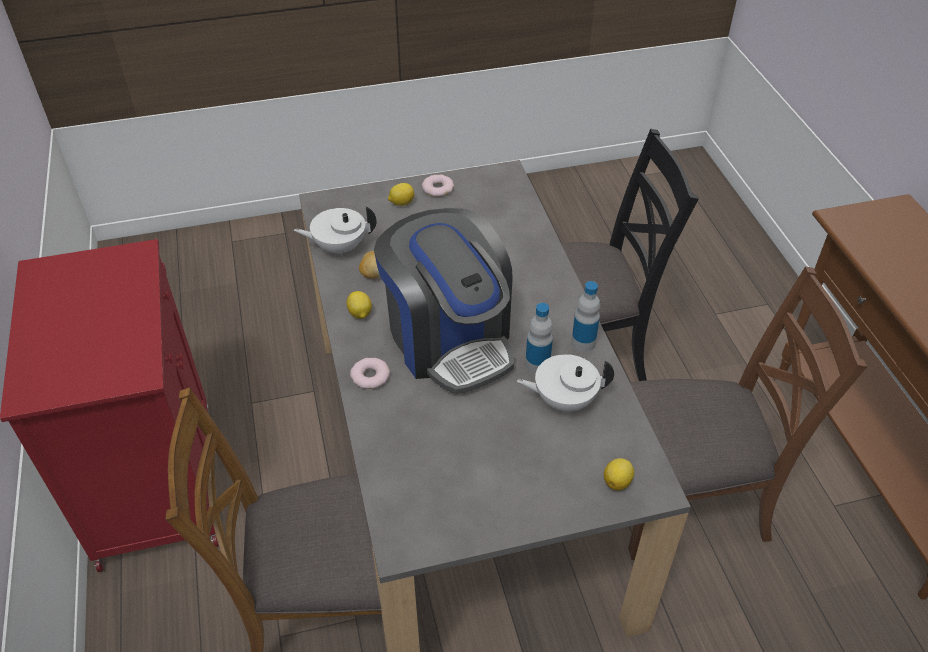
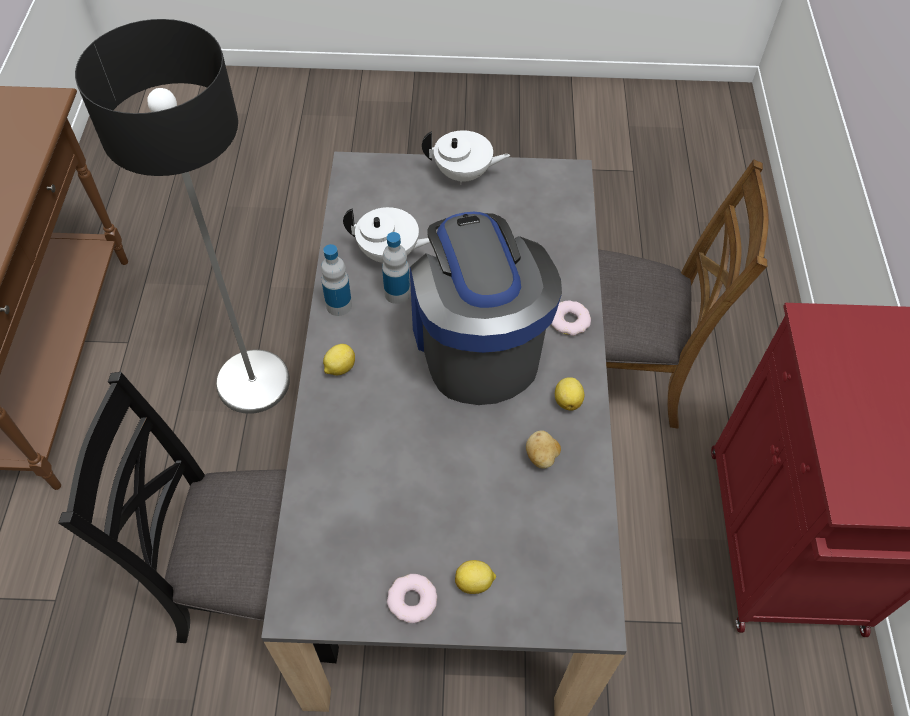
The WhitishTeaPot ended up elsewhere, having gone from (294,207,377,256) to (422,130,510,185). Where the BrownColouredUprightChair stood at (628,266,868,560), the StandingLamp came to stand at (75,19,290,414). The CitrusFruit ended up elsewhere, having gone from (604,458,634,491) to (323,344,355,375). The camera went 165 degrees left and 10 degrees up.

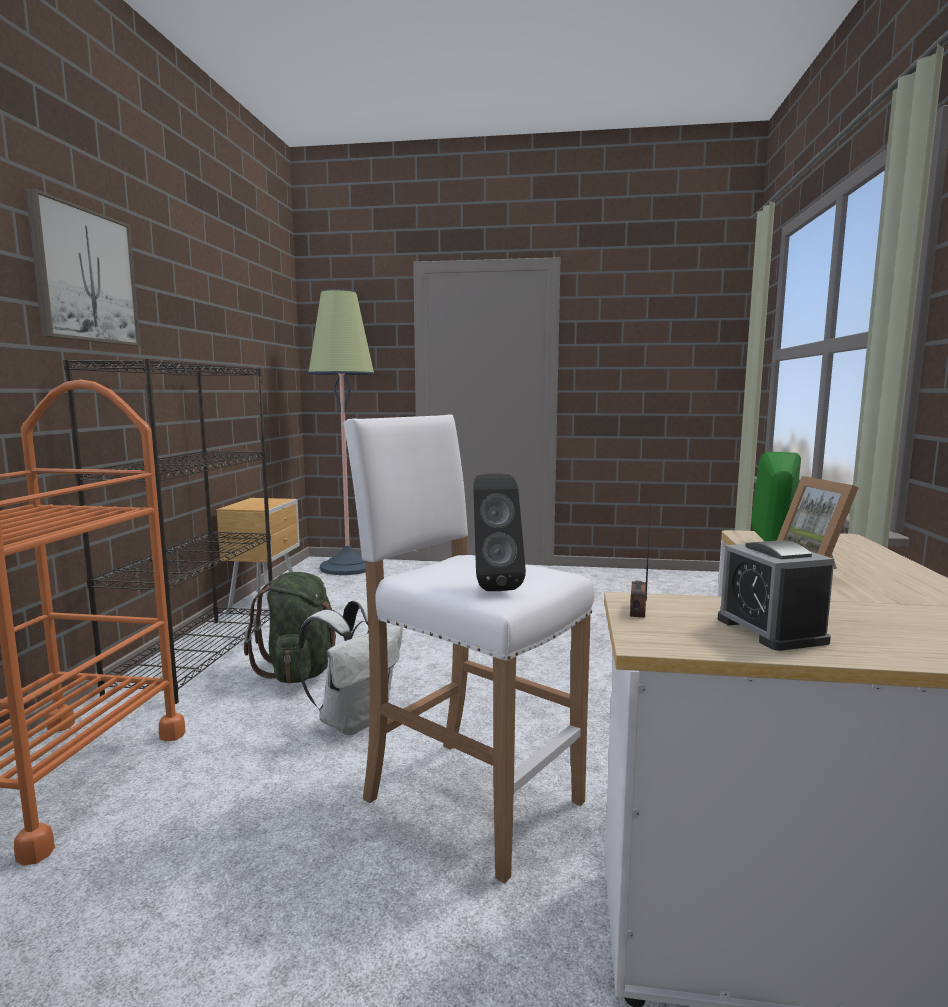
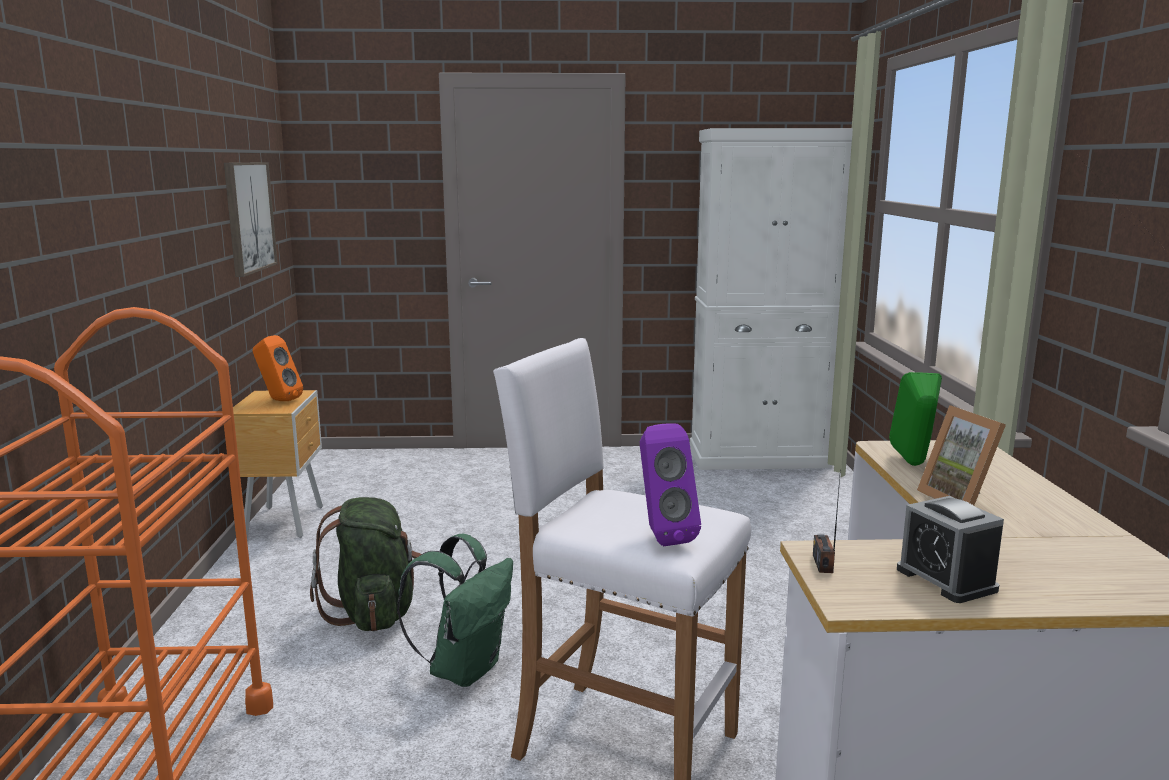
The WallArt ended up elsewhere, having gone from (26,189,141,346) to (224,162,278,277). The second view lost the StandingLamp at (308,289,374,575). The second view lost the BlackishBookshelf at (63,359,273,704). What was the BlackishSpeaker at (473,474,526,591) turned into the PurpleColouredSpeaker at (640,423,701,546). What was the WhitishRucksack at (298,599,403,735) turned into the GreenishRucksack at (397,534,513,687). The second view gained the WhitishCabinet at (690,128,853,470). The second view gained the OrangeySpeaker at (253,335,303,401). The camera went 10 degrees left and 5 degrees up.

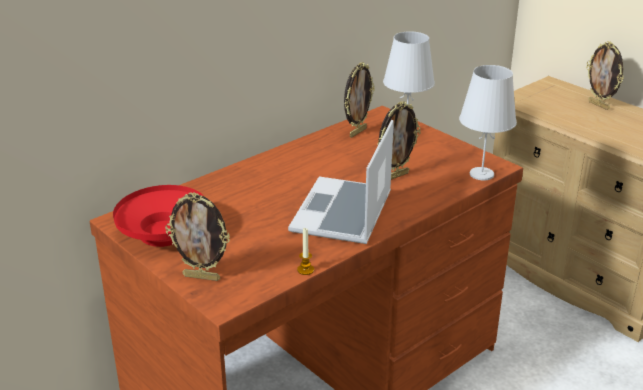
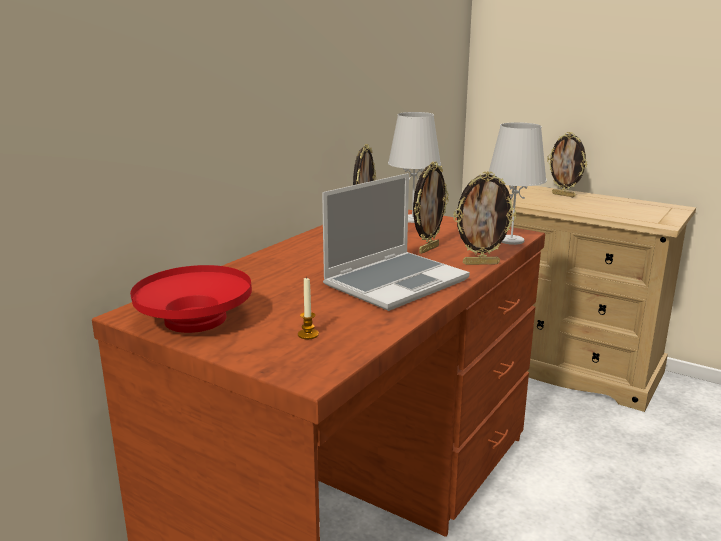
The Laptop at (288,120,394,244) ended up facing another way, 135 degrees counterclockwise from before. The PictureFrame ended up elsewhere, having gone from (165,192,230,281) to (453,171,516,265). The WaxLight ended up elsewhere, having gone from (297,227,314,275) to (298,276,319,339). The camera went 15 degrees left and 10 degrees down.

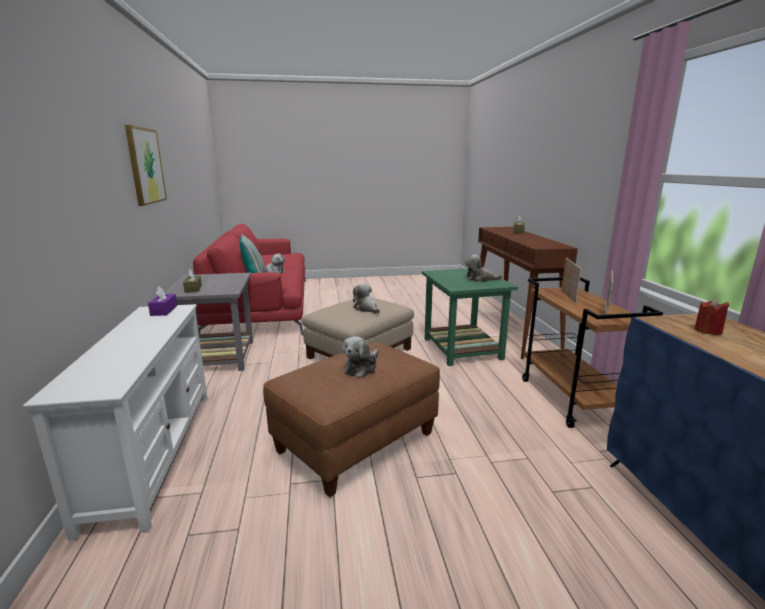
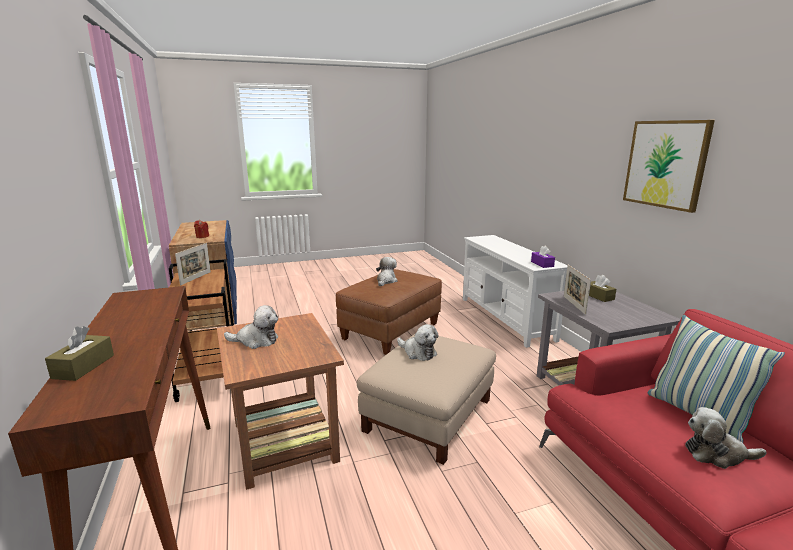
The PictureFrame ended up elsewhere, having gone from (562,258,582,303) to (564,265,591,315). What was the GreenishAccentTable at (422,268,518,366) turned into the BrownColouredAccentTable at (217,313,344,490). The camera went 170 degrees right and 0 degrees up.

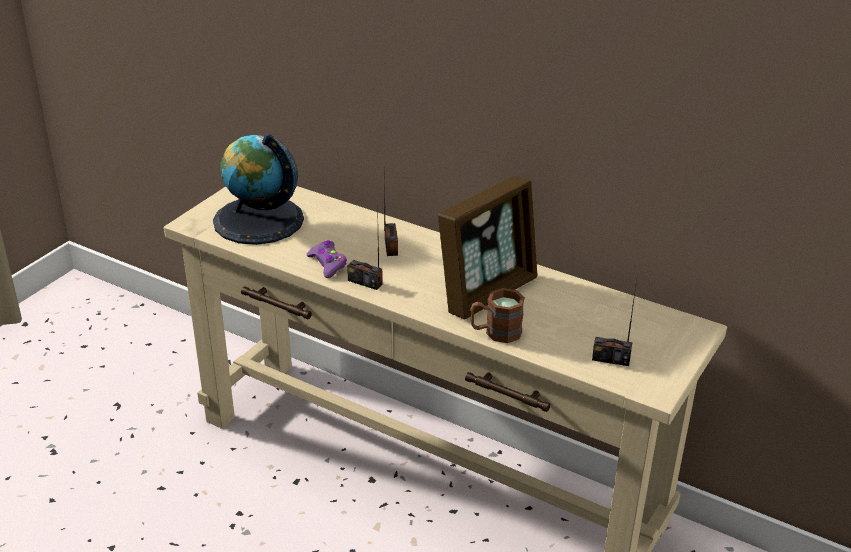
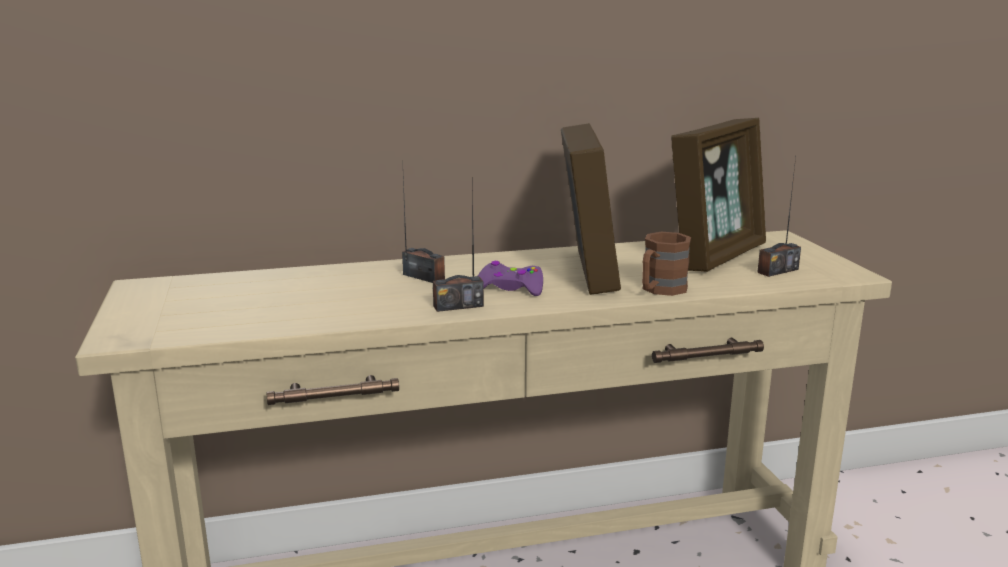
The second view lost the WorldGlobe at (213,133,304,245). The PurpleColouredJoypad ended up elsewhere, having gone from (307,240,347,278) to (478,261,543,296). The second view gained the PictureFrame at (671,118,766,272). The camera went 45 degrees left and 15 degrees down.

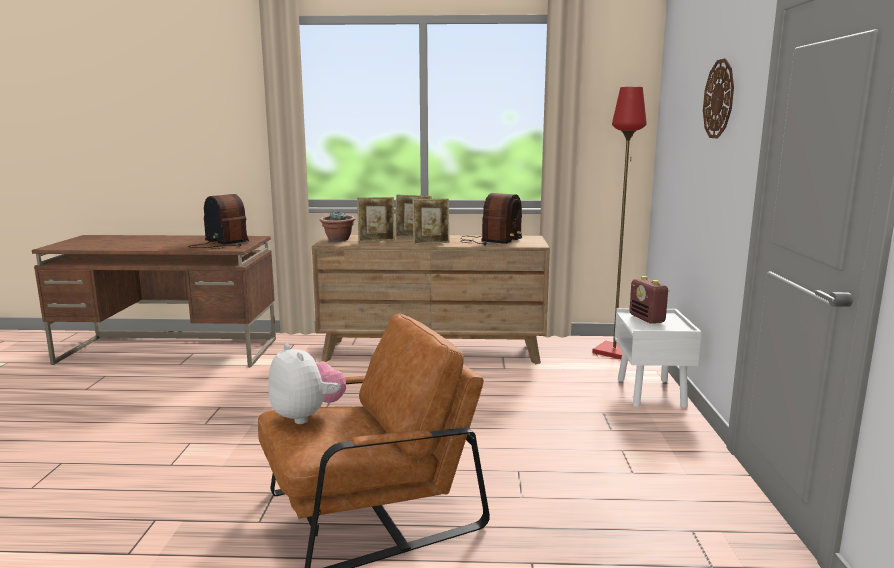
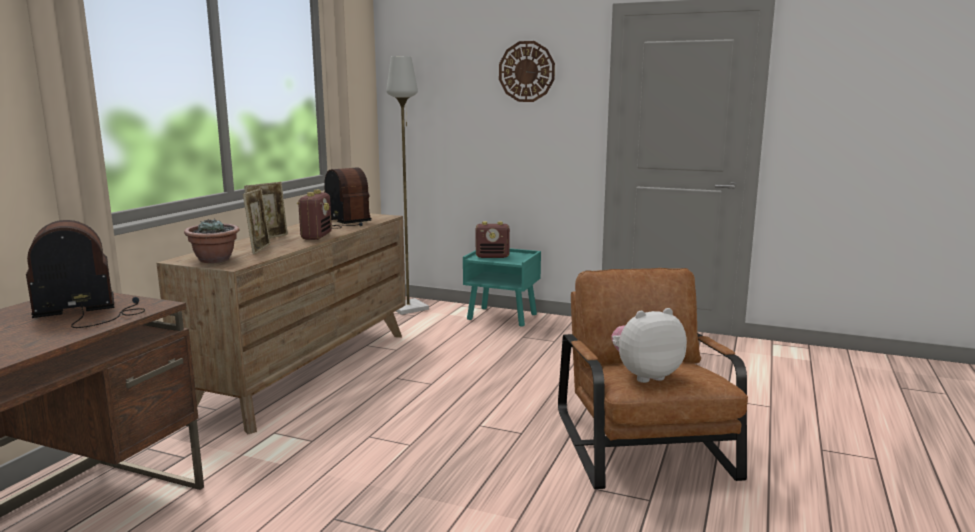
What was the ReddishStandingLamp at (592,87,646,359) turned into the GreyStandingLamp at (386,56,429,315). Where the PictureFrame stood at (413,199,449,245), the Radio came to stand at (297,190,332,240). What was the WhitishNightTable at (614,308,702,408) turned into the BlueGreenNightTable at (463,248,541,327). The camera went 70 degrees left and 0 degrees up.

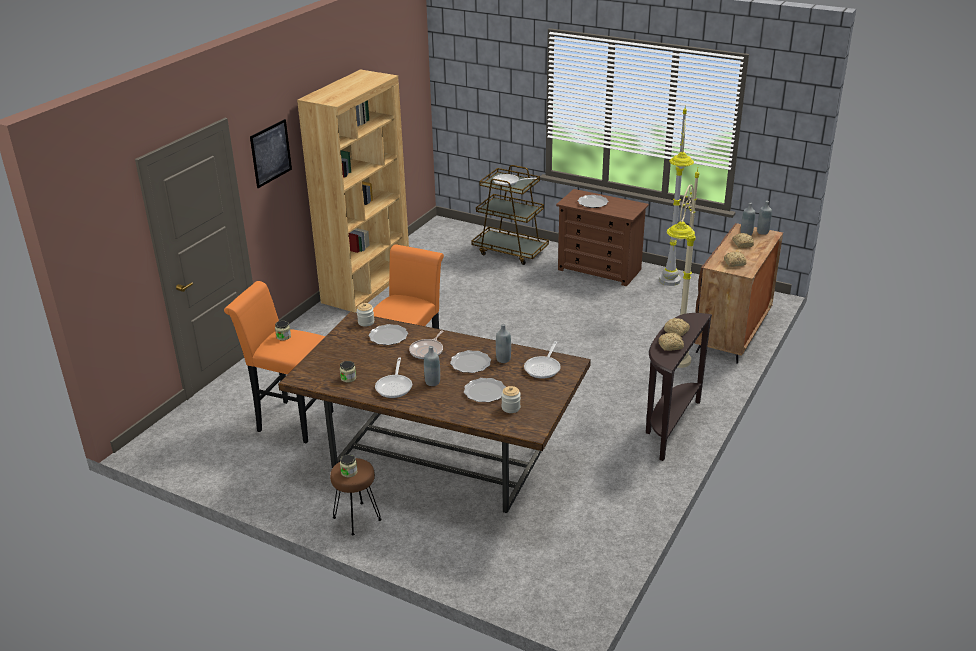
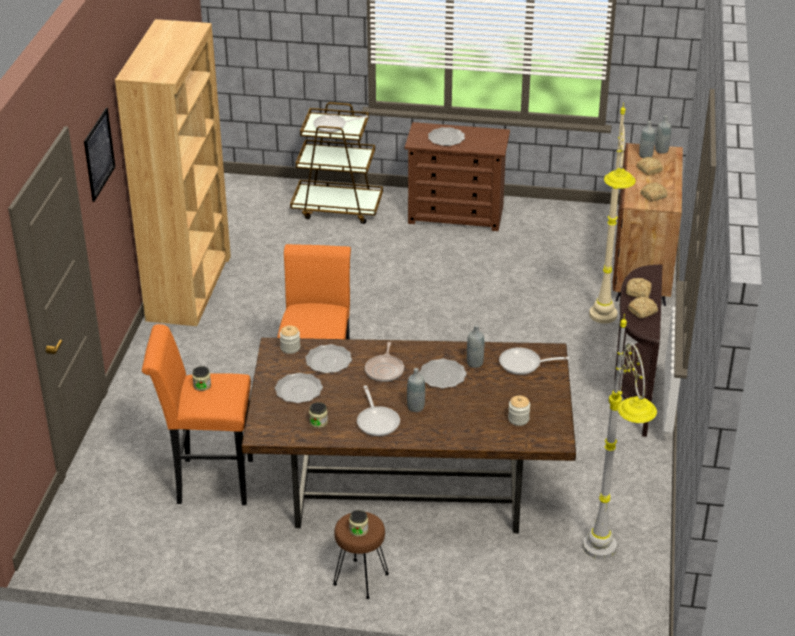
The GreyStandingLamp ended up elsewhere, having gone from (659,105,694,286) to (583,314,657,559). The Skillet at (524,341,561,379) ended up facing another way, 90 degrees clockwise from before. The Plate ended up elsewhere, having gone from (464,378,506,402) to (275,373,323,403). The camera went 20 degrees left and 5 degrees up.

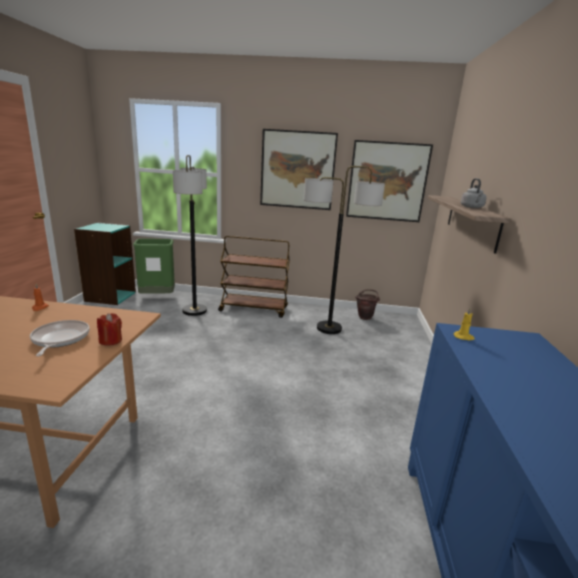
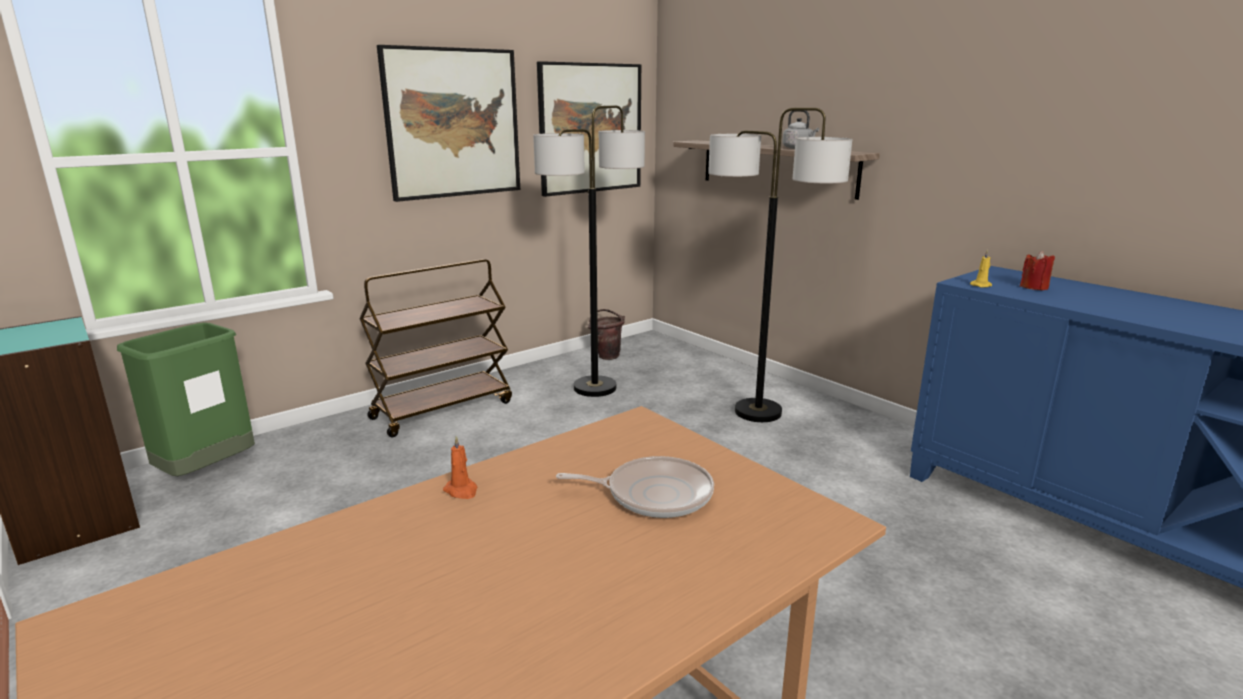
The StandingLamp ended up elsewhere, having gone from (173,155,207,316) to (708,108,852,422). The ReddishWaxLight ended up elsewhere, having gone from (97,313,122,346) to (1020,251,1055,290). The Skillet at (30,320,90,356) ended up facing another way, 150 degrees clockwise from before. The camera went 45 degrees left and 0 degrees up.

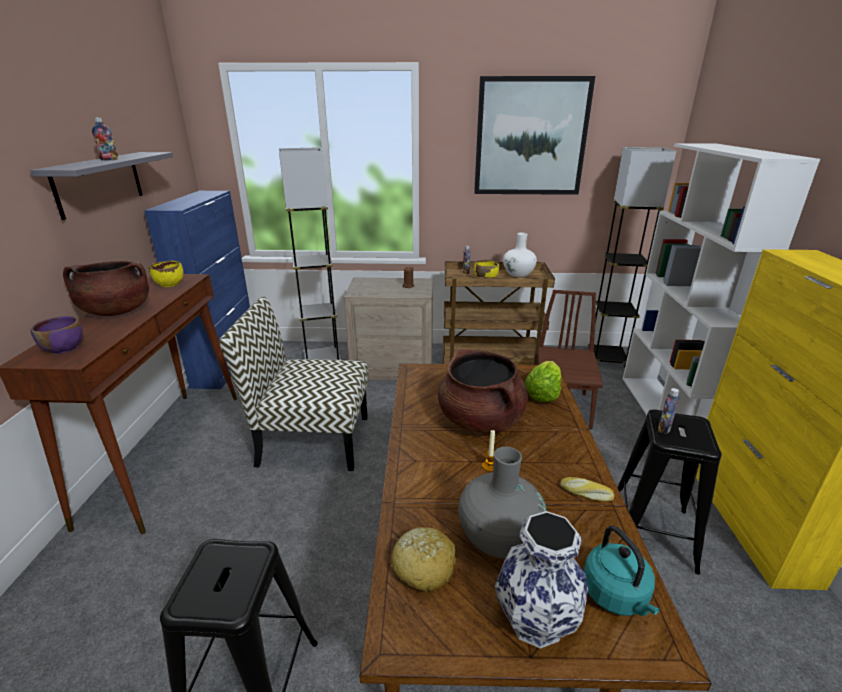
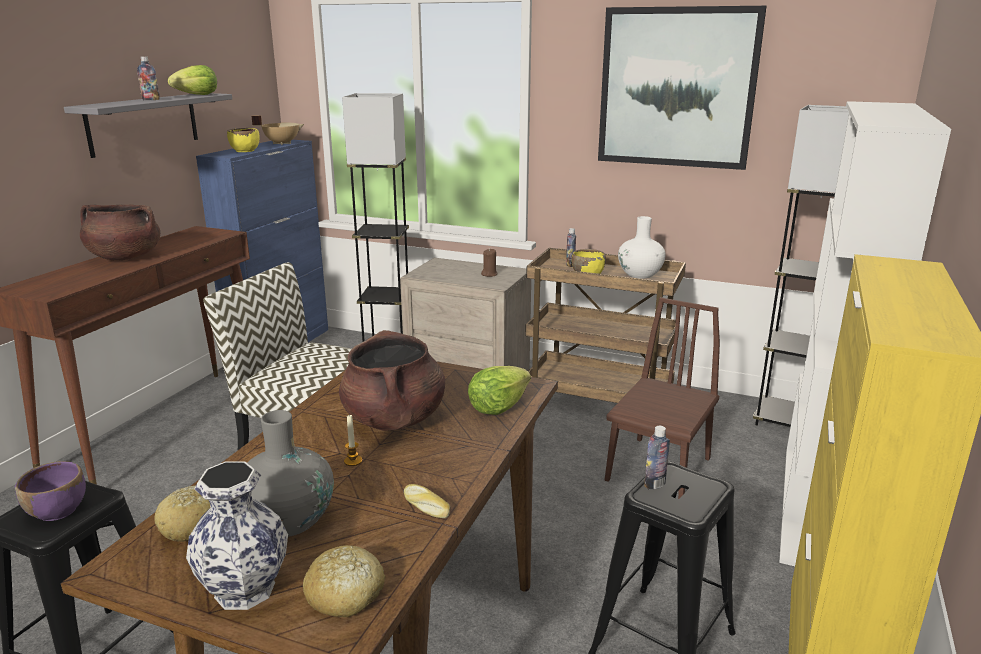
The YellowColouredDeepDish ended up elsewhere, having gone from (149,261,183,287) to (227,128,260,152). The PurpleColouredDeepDish ended up elsewhere, having gone from (31,316,83,354) to (15,461,86,521). Where the BlueGreenKettle stood at (584,526,660,616), the Bread came to stand at (303,545,385,618). The second view gained the HeadOfLettuce at (168,65,217,95). The second view gained the SandColouredSaucepot at (251,115,304,145). The camera went 20 degrees right and 5 degrees down.

